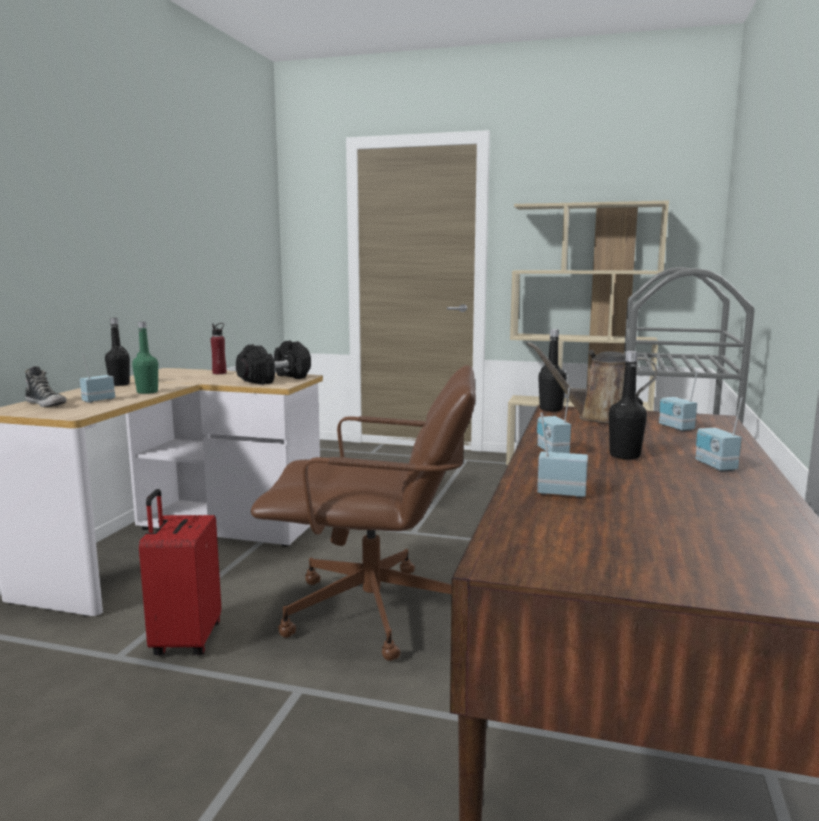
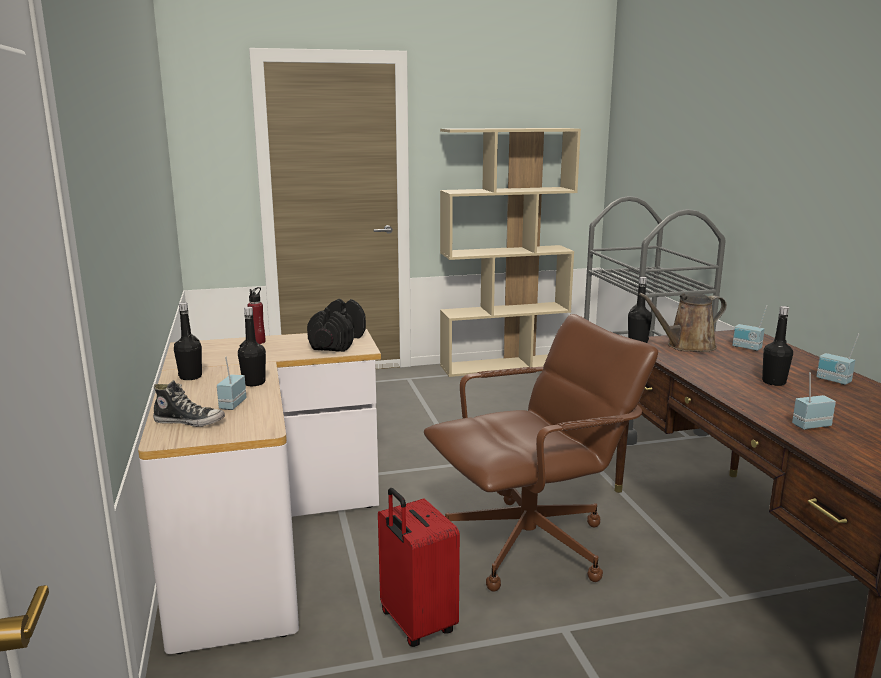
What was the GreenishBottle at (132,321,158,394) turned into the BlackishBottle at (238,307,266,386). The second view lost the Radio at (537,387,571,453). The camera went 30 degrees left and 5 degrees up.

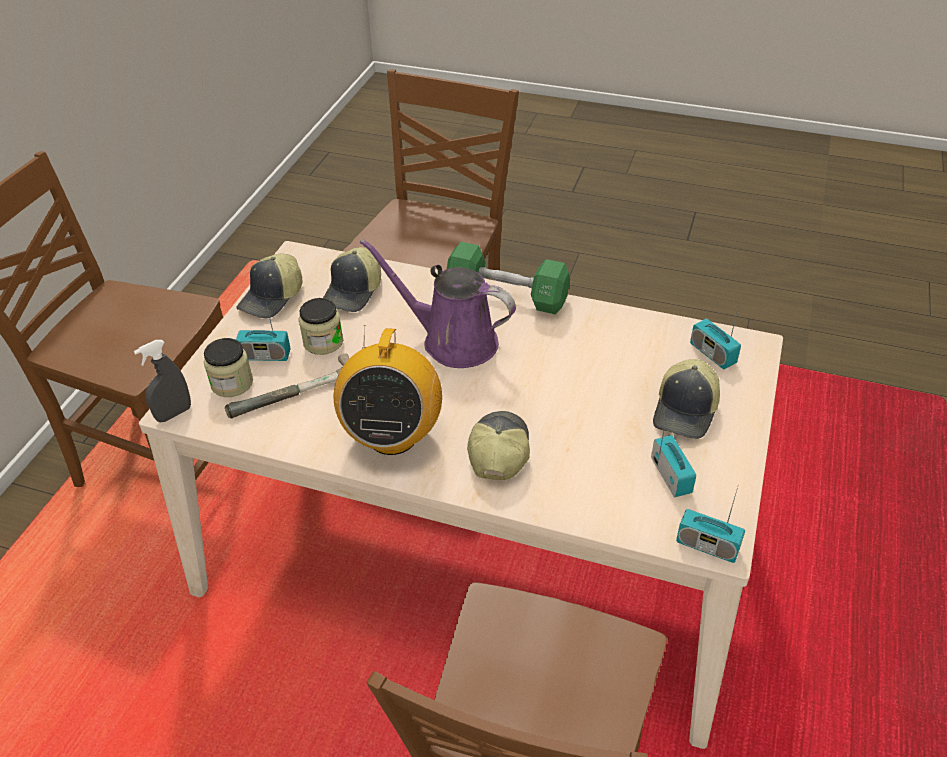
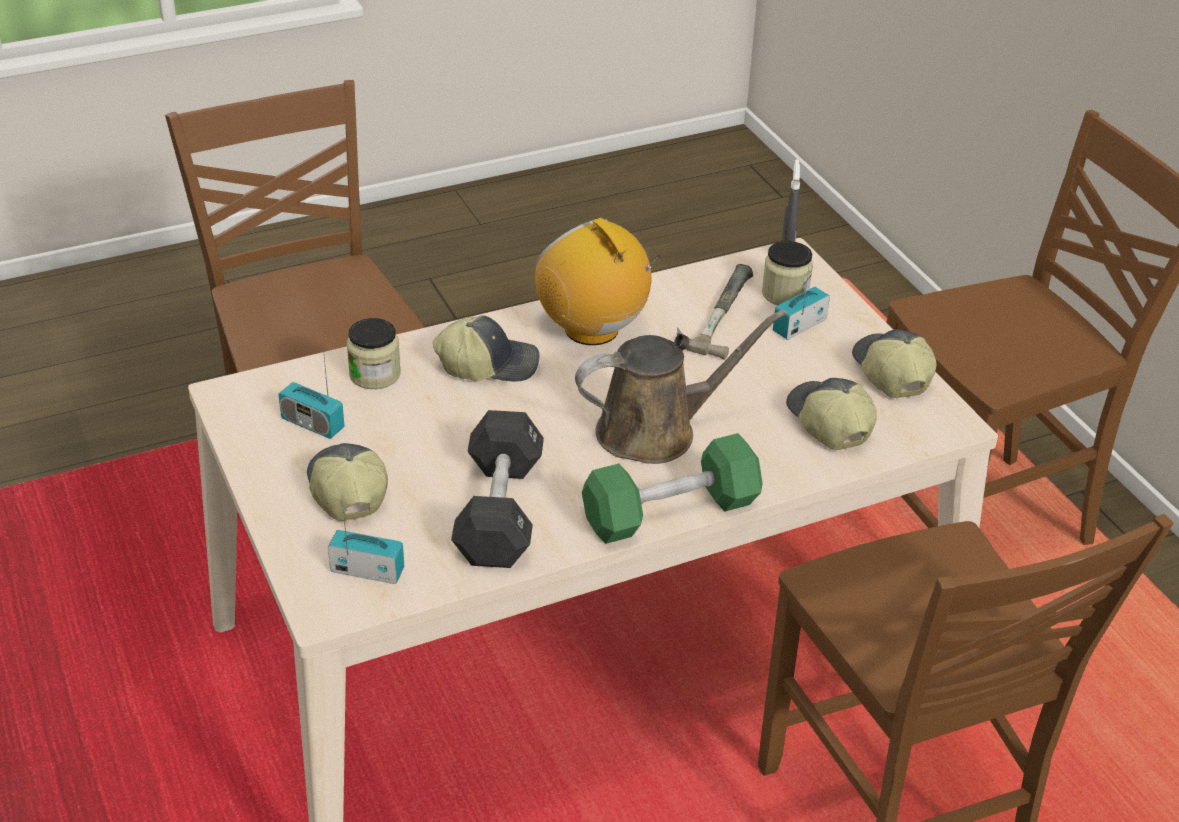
What was the PurpleColouredWateringPot at (360,239,516,368) turned into the BrownColouredWateringPot at (575,310,787,464). The Jar ended up elsewhere, having gone from (299,298,343,355) to (347,318,401,389). The Cap at (467,411,530,480) ended up facing another way, 60 degrees counterclockwise from before. The second view lost the Radio at (676,484,745,563). The second view gained the BlackishDumbbell at (451,410,544,568). The camera went 135 degrees right and 5 degrees down.

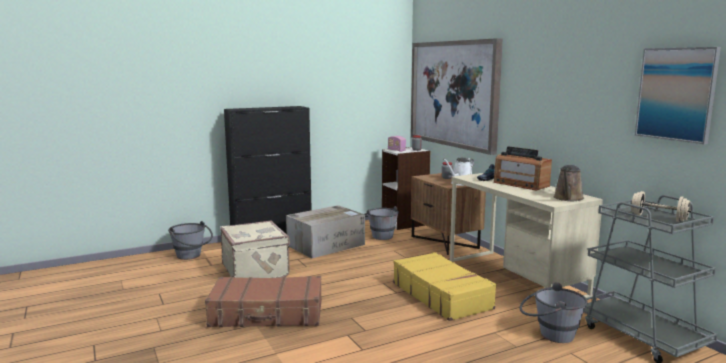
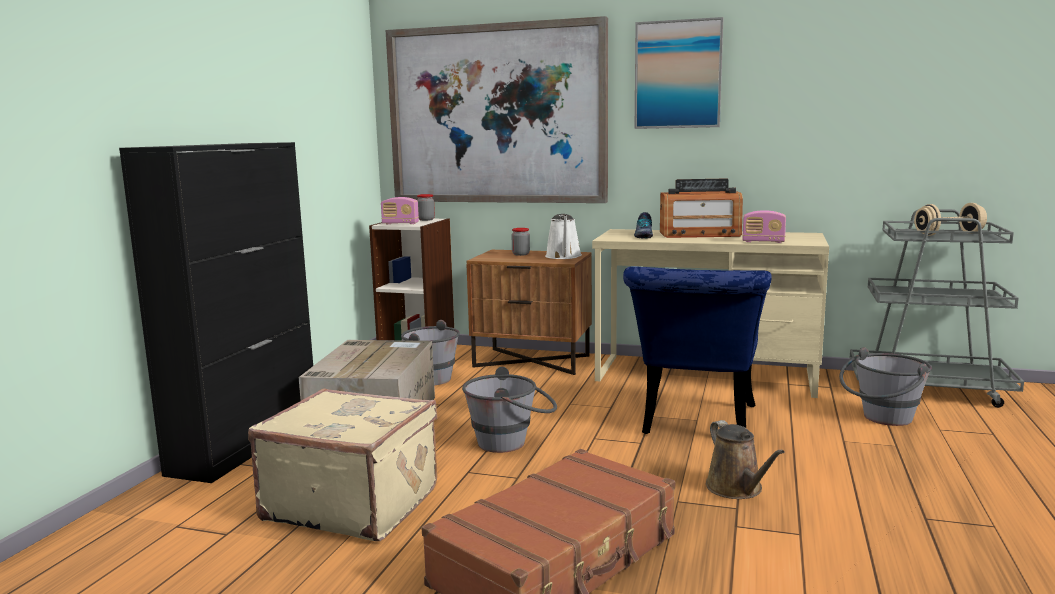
The WallArt ended up elsewhere, having gone from (635,47,721,144) to (635,17,723,129). The BrownColouredWateringPot ended up elsewhere, having gone from (553,165,584,201) to (706,420,785,499). The GreyPail ended up elsewhere, having gone from (168,221,213,260) to (462,367,557,453). Where the YellowColouredSuitcase stood at (393,252,497,321), the BlueUprightChair came to stand at (623,266,771,434). The second view gained the Radio at (742,210,786,243). The camera went 45 degrees left and 0 degrees up.

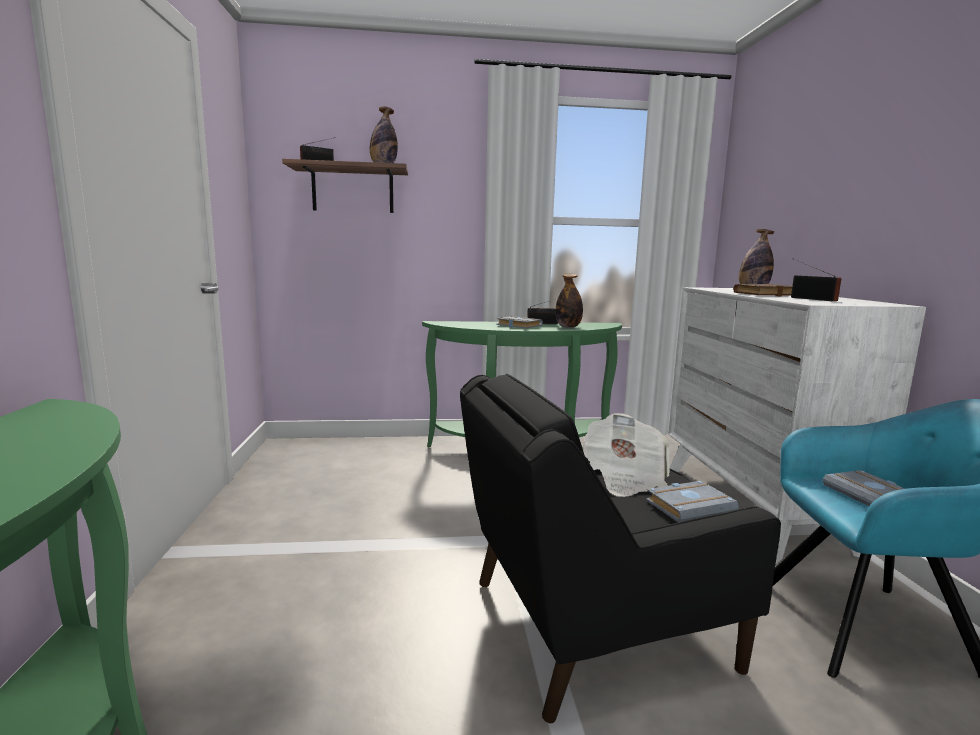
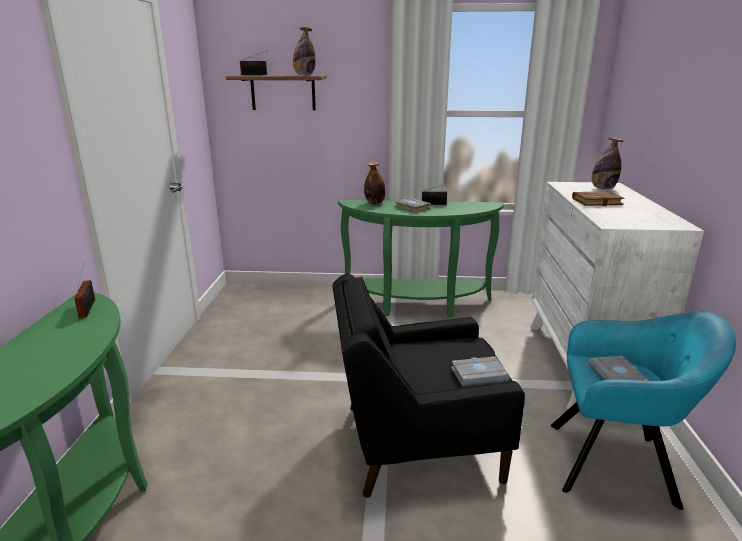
The Radio ended up elsewhere, having gone from (791,259,841,301) to (74,264,95,318). The Bottle ended up elsewhere, having gone from (555,274,583,328) to (364,161,386,204). The second view lost the Newspaper at (582,413,670,497). The camera went 10 degrees right and 10 degrees up.

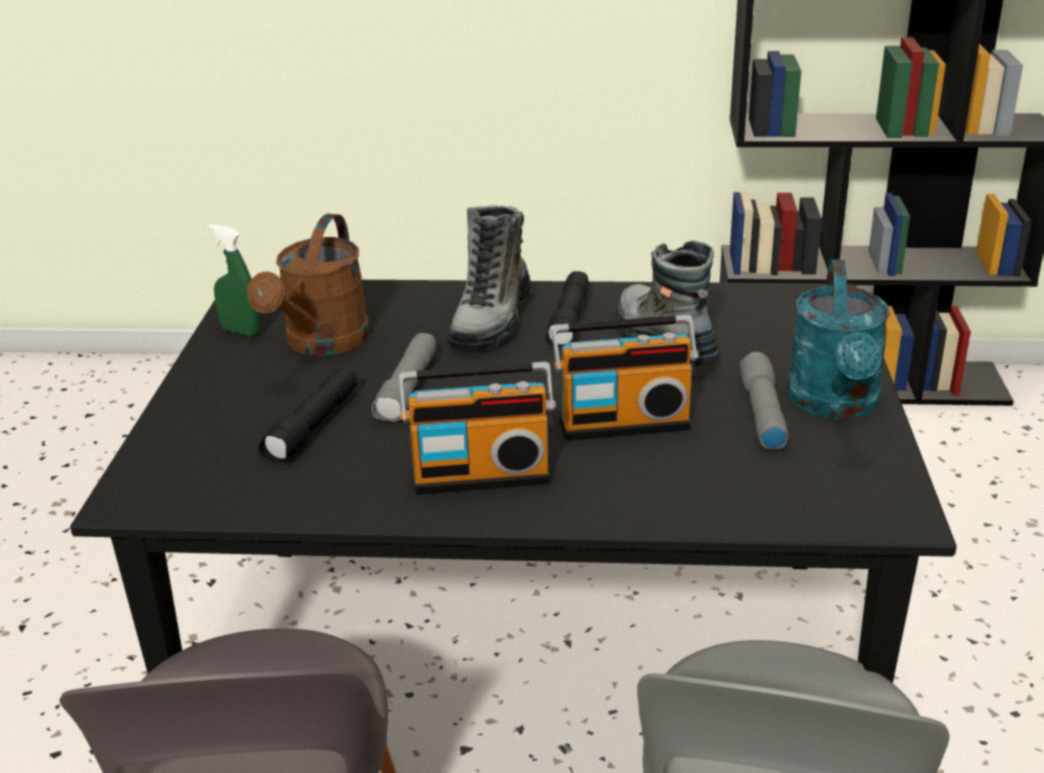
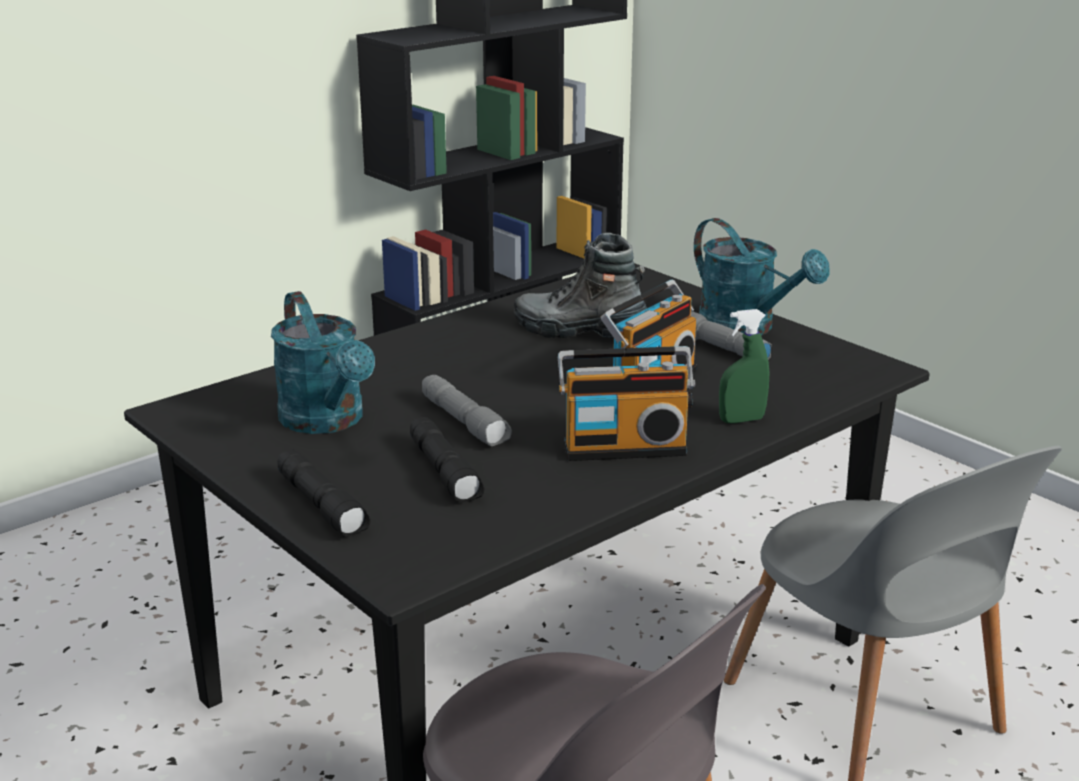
The second view lost the HighTopBoot at (447,205,532,349). What was the BrownColouredWateringPot at (247,213,369,356) turned into the BlueGreenWateringPot at (271,291,375,434). The GreenishSprayBottle ended up elsewhere, having gone from (209,224,260,336) to (719,309,769,423). The BlackishHandTorch ended up elsewhere, having gone from (546,271,589,347) to (278,450,371,537). The Radio at (399,362,556,495) ended up facing another way, 45 degrees clockwise from before. The camera went 45 degrees left and 5 degrees down.

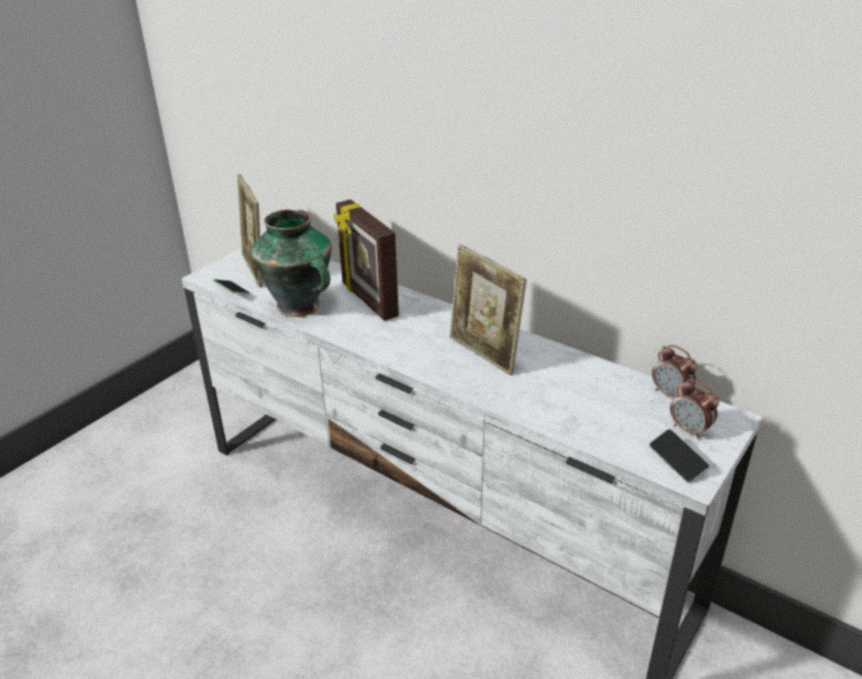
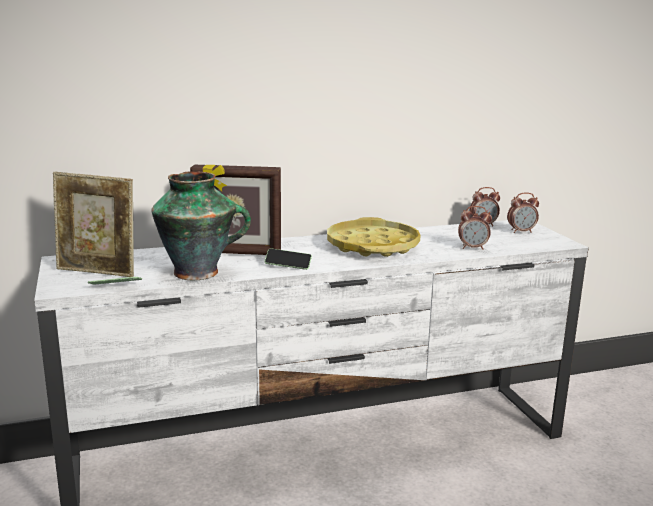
Where the PictureFrame stood at (450,244,527,376), the YellowColouredTray came to stand at (327,217,420,257). The Telephone ended up elsewhere, having gone from (649,429,710,483) to (264,248,312,270). The second view gained the TableClock at (458,206,492,250). The camera went 55 degrees left and 15 degrees down.

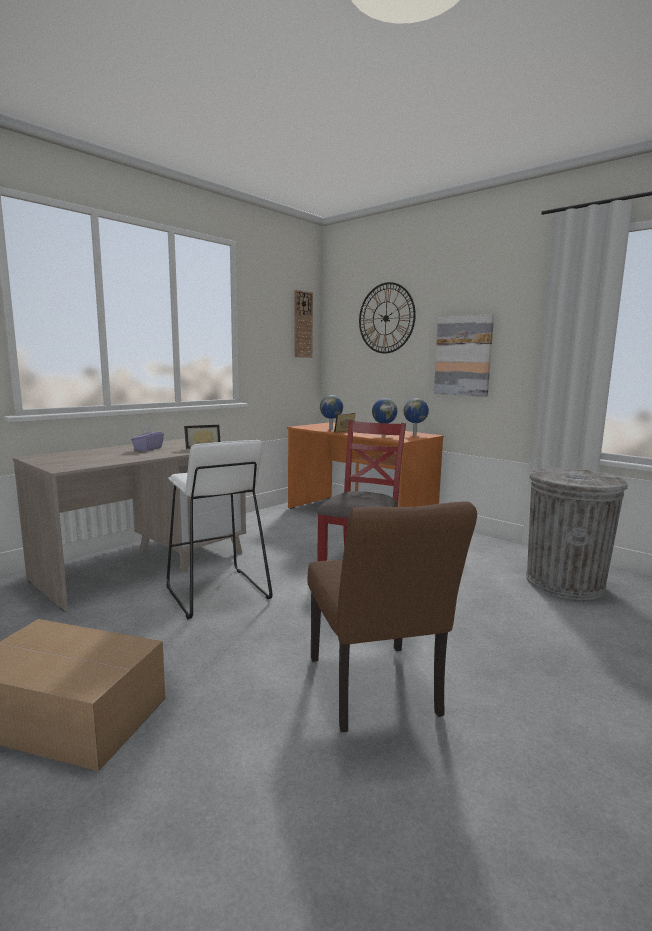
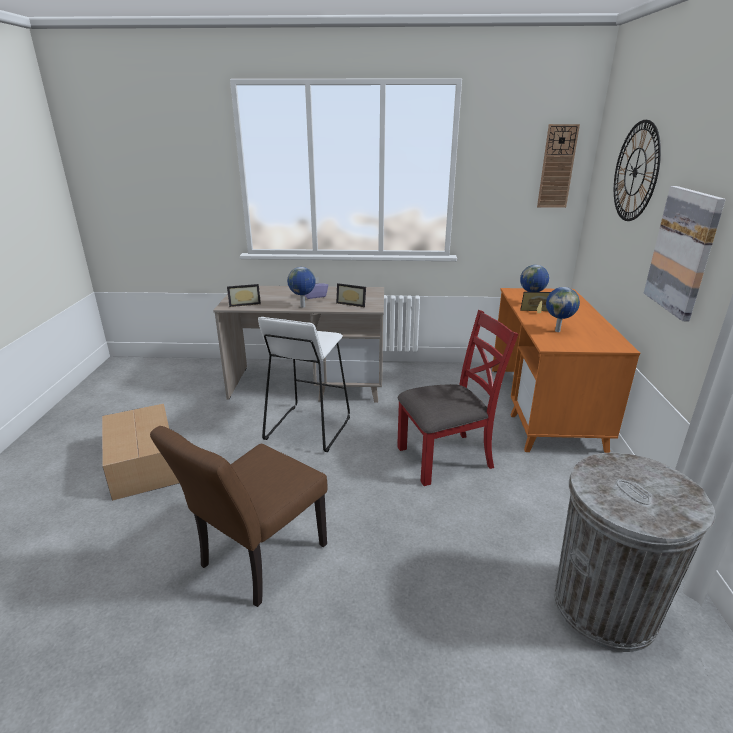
The WorldGlobe ended up elsewhere, having gone from (403,398,429,435) to (287,267,316,308). The second view gained the PictureFrame at (227,284,261,307). The camera went 50 degrees right and 15 degrees up.

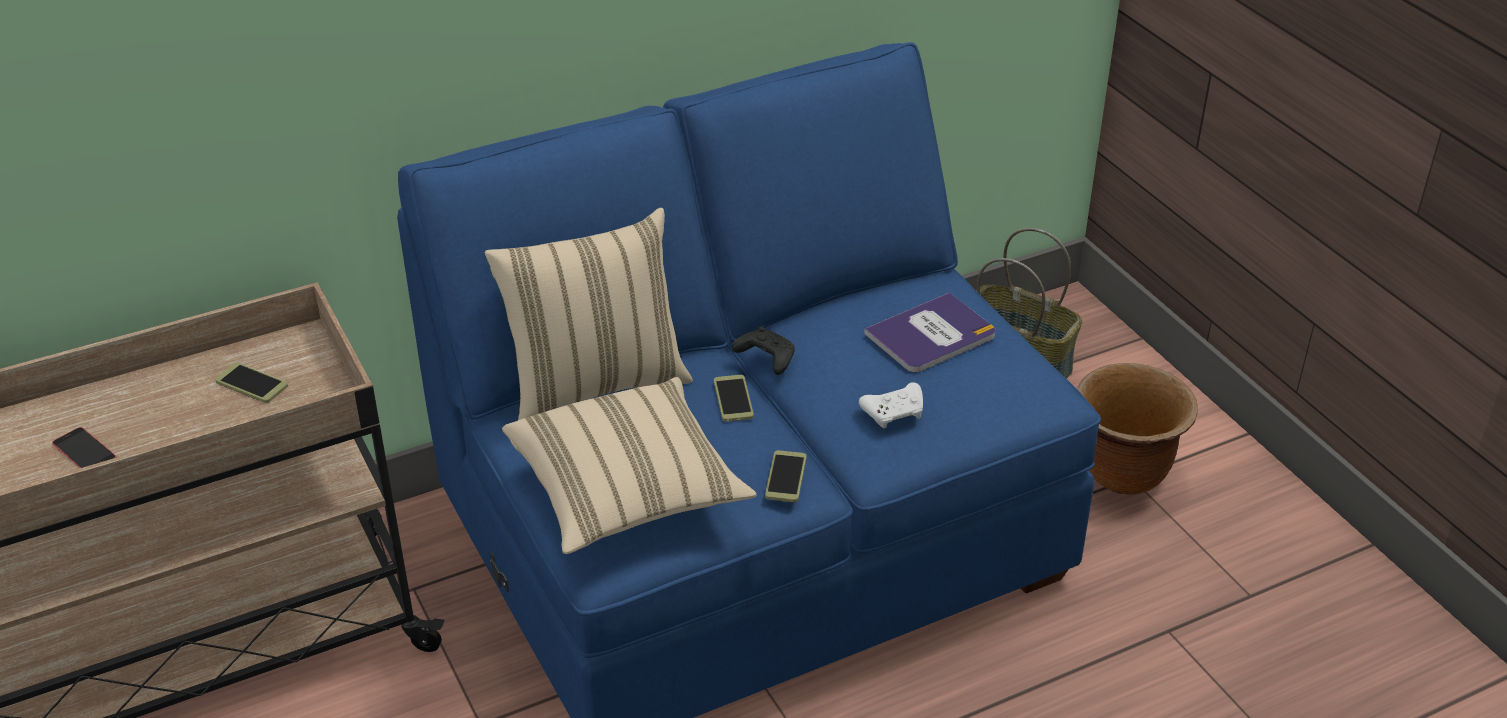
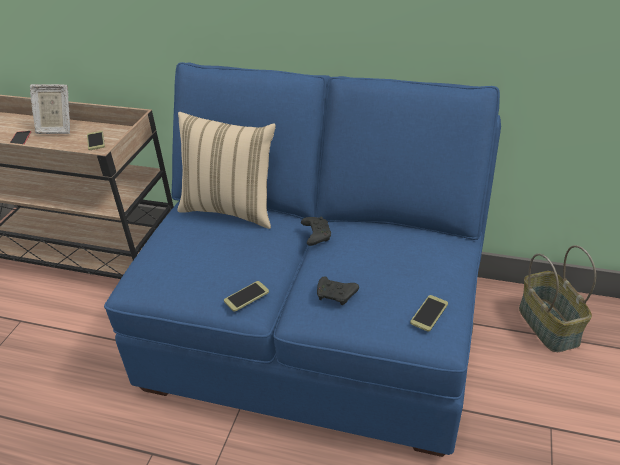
The second view lost the BoundBook at (864,293,995,372). The second view lost the BrownColouredPlantPot at (1077,363,1198,495). The Telephone ended up elsewhere, having gone from (714,375,754,422) to (410,295,448,332). The second view lost the SandColouredThrowPillow at (502,377,757,554). What was the WhitishJoypad at (859,382,923,428) turned into the BlackishJoypad at (317,276,359,305). The second view gained the PictureFrame at (30,84,70,134). The camera went 45 degrees right and 0 degrees up.

